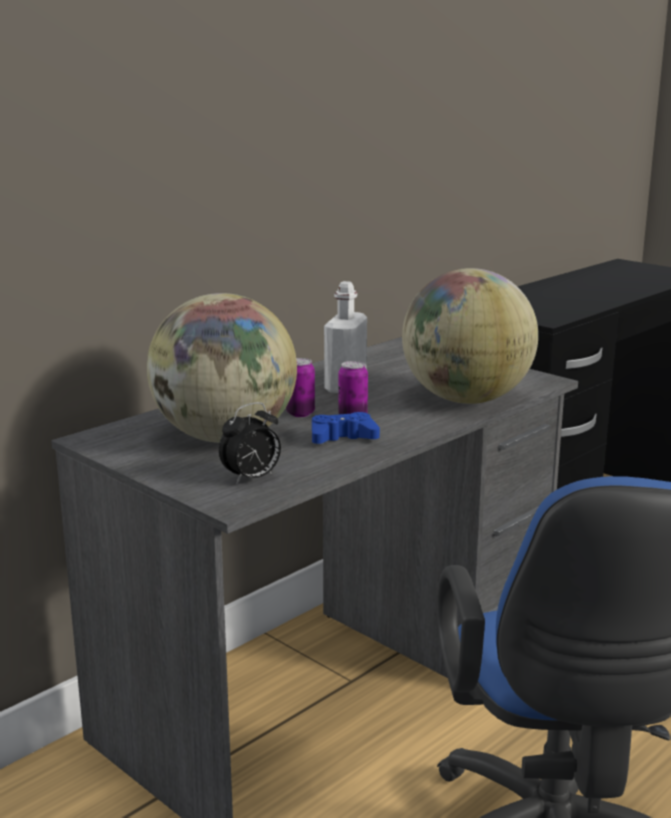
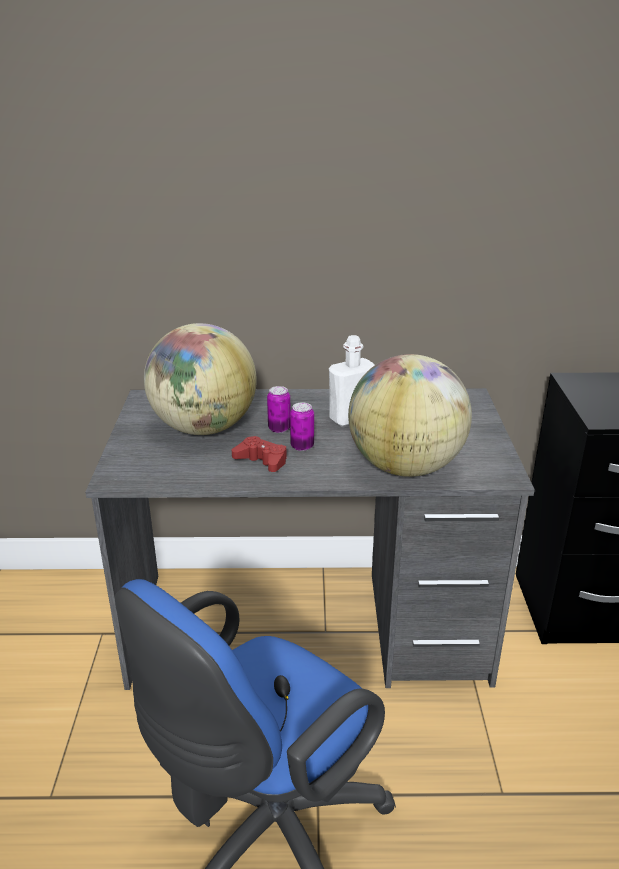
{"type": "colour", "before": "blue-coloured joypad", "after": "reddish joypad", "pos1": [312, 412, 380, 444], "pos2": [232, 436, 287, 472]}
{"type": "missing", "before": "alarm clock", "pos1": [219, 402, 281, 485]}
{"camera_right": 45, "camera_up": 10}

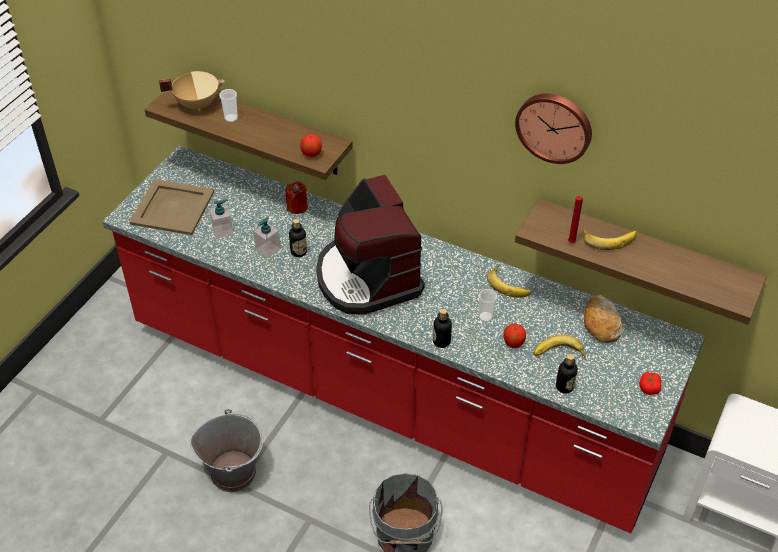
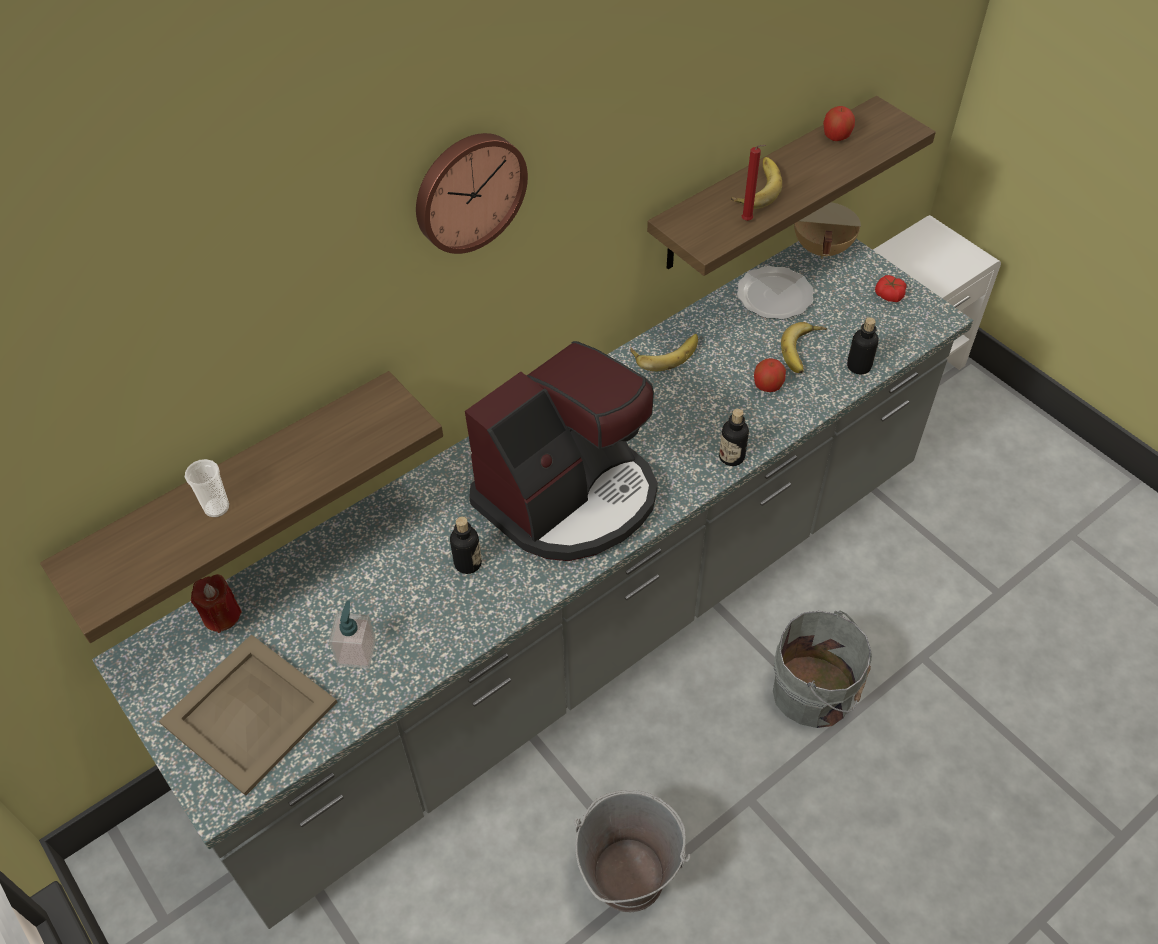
{"type": "colour", "before": "reddish counter", "after": "grey counter", "pos1": [102, 146, 706, 533], "pos2": [92, 239, 973, 929]}
{"type": "relocated", "before": "reddish wax candle", "pos1": [285, 181, 308, 214], "pos2": [191, 574, 242, 633]}
{"type": "relocated", "before": "clock on the wall", "pos1": [515, 94, 592, 164], "pos2": [416, 133, 528, 254]}
{"type": "spun", "before": "coffee machine", "pos1": [316, 175, 425, 315], "pos2": [465, 341, 658, 561], "turn": -45}
{"type": "exchanged", "before": "bread", "after": "flat dish", "pos1": [584, 295, 623, 343], "pos2": [737, 266, 814, 320]}
{"type": "relocated", "before": "beige-coloured cooking pot", "pos1": [159, 71, 224, 111], "pos2": [794, 202, 861, 259]}
{"type": "relocated", "before": "whole apple", "pos1": [300, 134, 322, 157], "pos2": [823, 106, 855, 141]}
{"type": "missing", "before": "liquid soap bottle", "pos1": [253, 218, 281, 259]}
{"type": "missing", "before": "small cup", "pos1": [479, 289, 497, 322]}
{"camera_right": -65, "camera_up": 5}

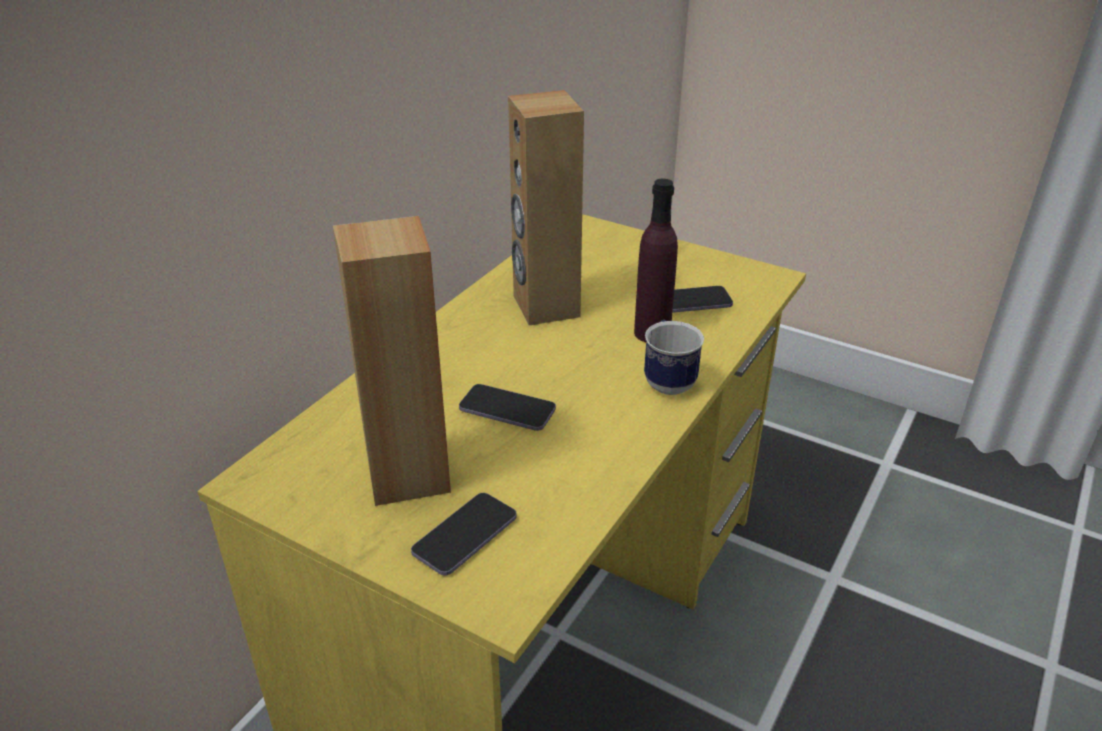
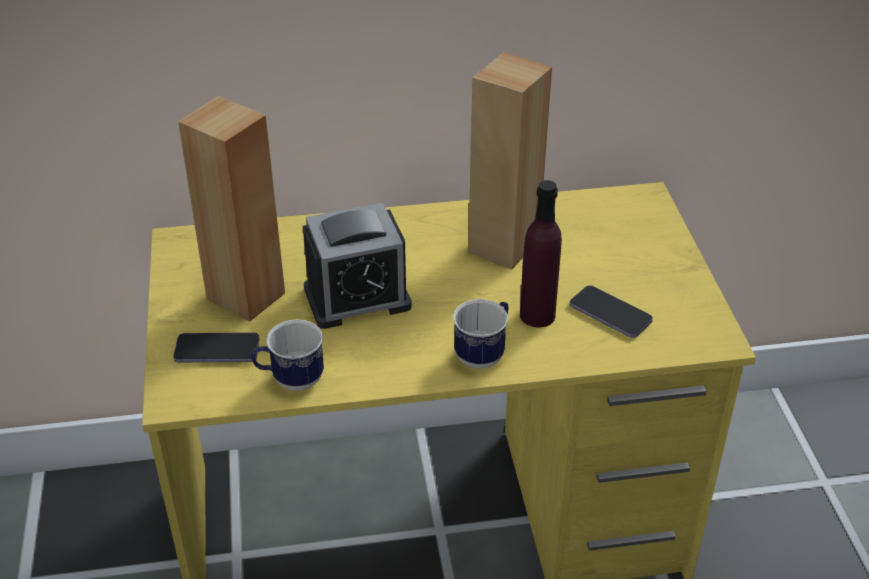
{"type": "appeared", "after": "tea mug", "pos2": [251, 319, 324, 391]}
{"type": "exchanged", "before": "handset", "after": "alarm clock", "pos1": [459, 384, 556, 431], "pos2": [303, 203, 412, 329]}
{"camera_right": 50, "camera_up": 5}

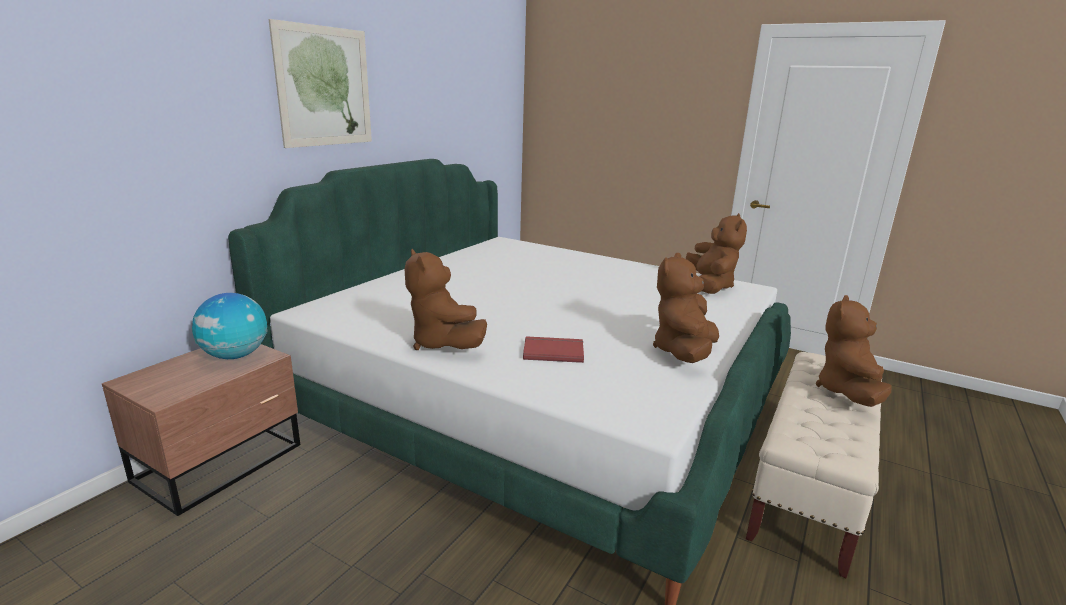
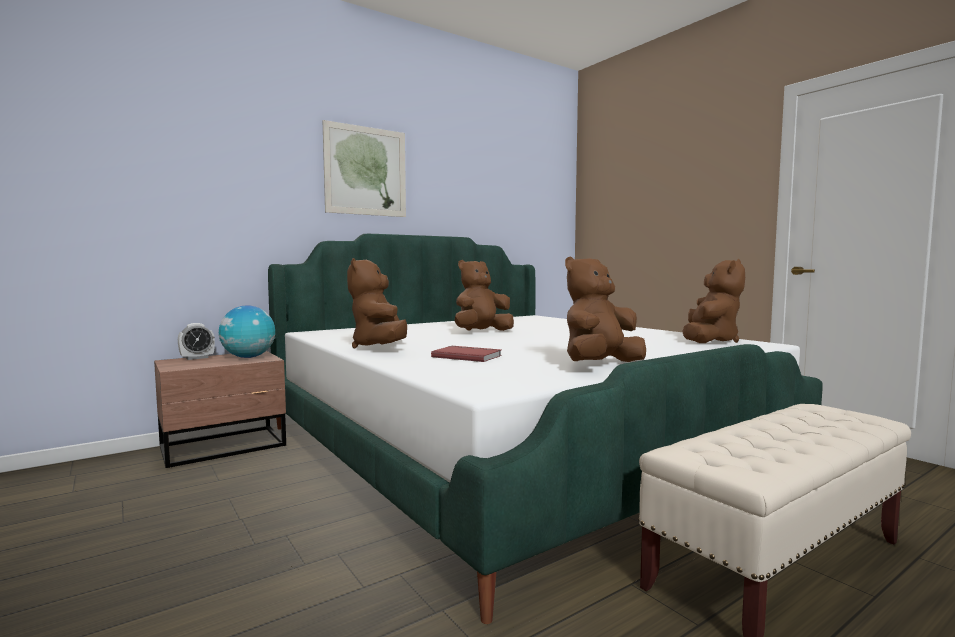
{"type": "appeared", "after": "alarm clock", "pos2": [178, 323, 215, 360]}
{"type": "relocated", "before": "brown soft toy", "pos1": [815, 295, 892, 407], "pos2": [455, 260, 514, 331]}
{"camera_right": 25, "camera_up": -15}

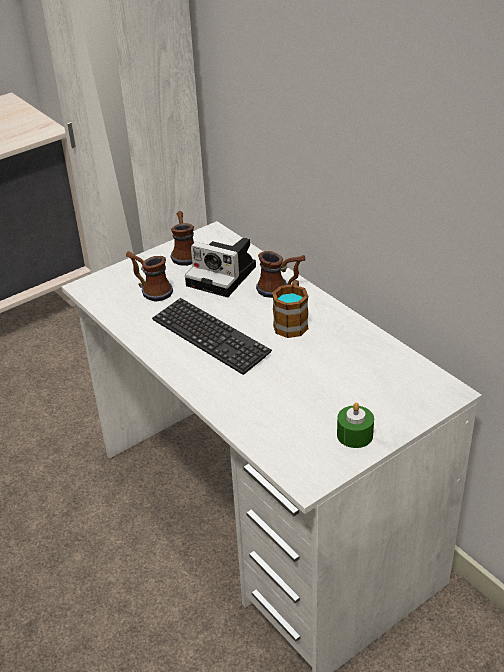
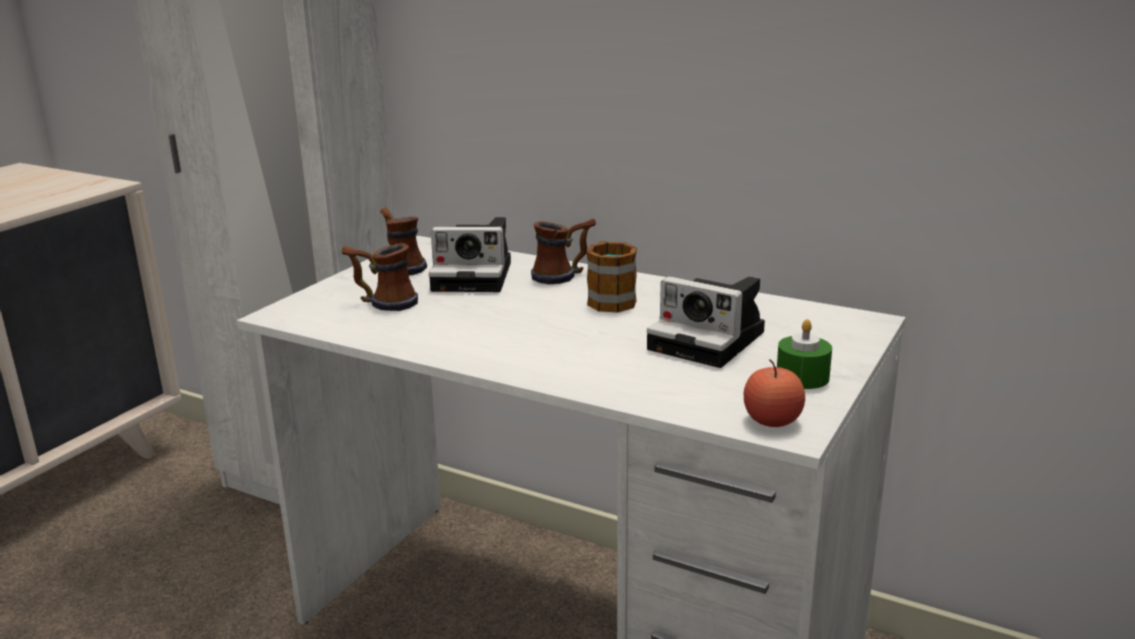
{"type": "appeared", "after": "still camera", "pos2": [647, 276, 765, 368]}
{"type": "appeared", "after": "whole apple", "pos2": [744, 360, 805, 427]}
{"type": "missing", "before": "keyboard", "pos1": [152, 298, 272, 375]}
{"camera_right": -25, "camera_up": -15}

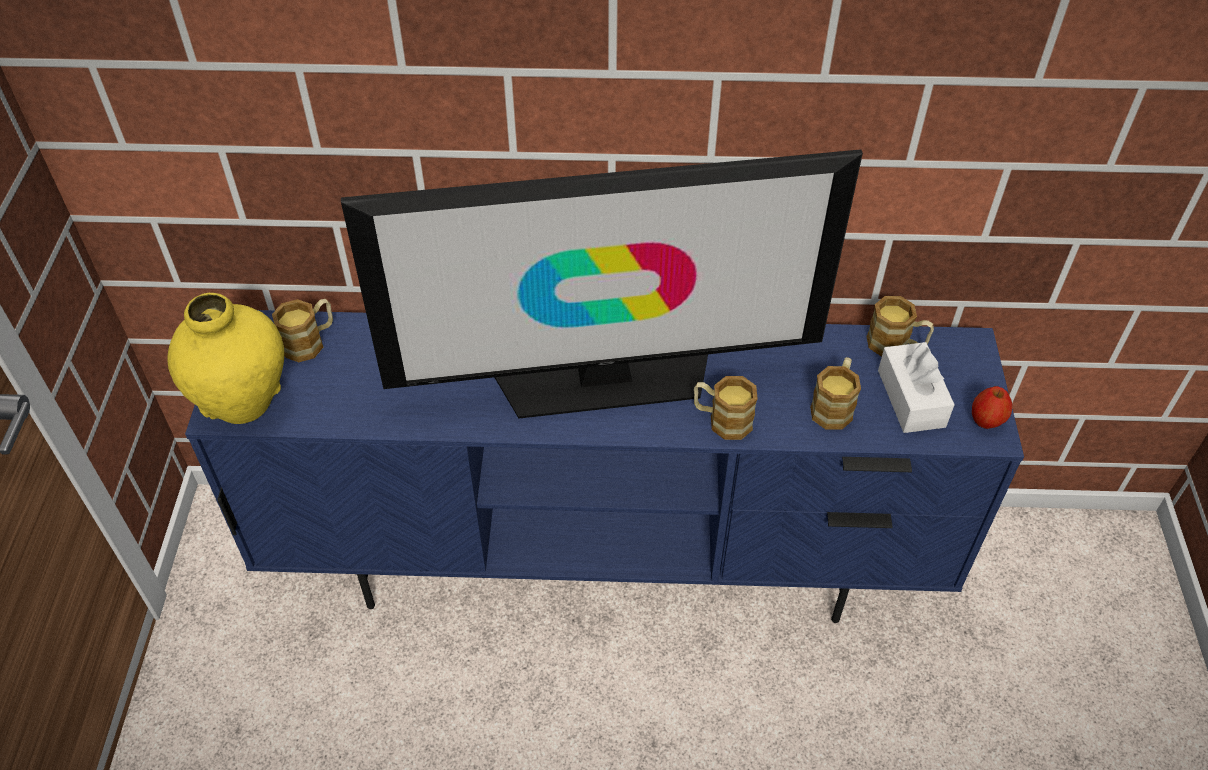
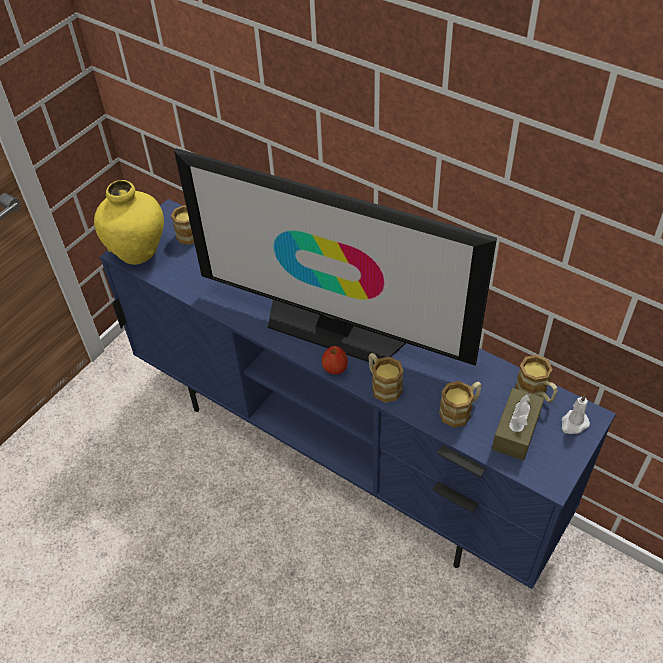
{"type": "relocated", "before": "whole apple", "pos1": [972, 386, 1012, 429], "pos2": [322, 346, 348, 374]}
{"type": "colour", "before": "whitish tissue holder", "after": "brown tissue holder", "pos1": [878, 342, 955, 433], "pos2": [492, 388, 544, 461]}
{"type": "appeared", "after": "whitish wax candle", "pos2": [561, 394, 590, 434]}
{"camera_right": 35, "camera_up": 0}

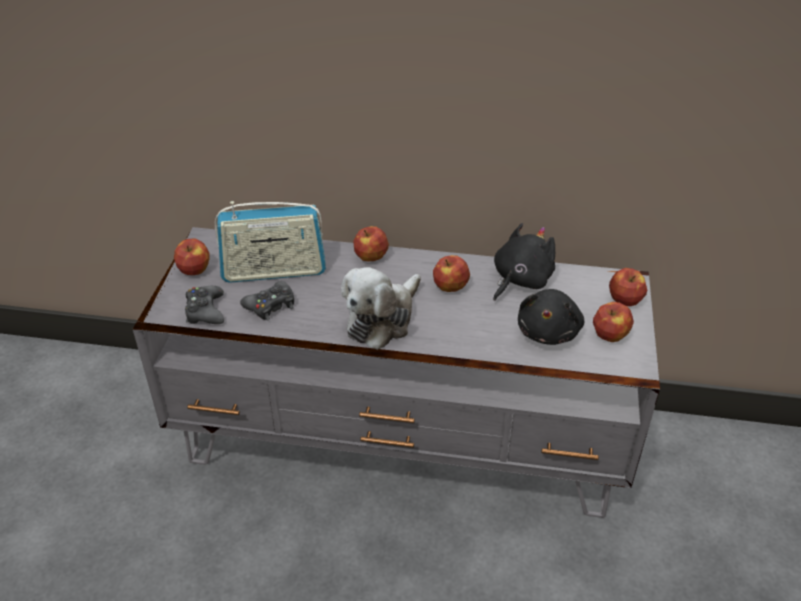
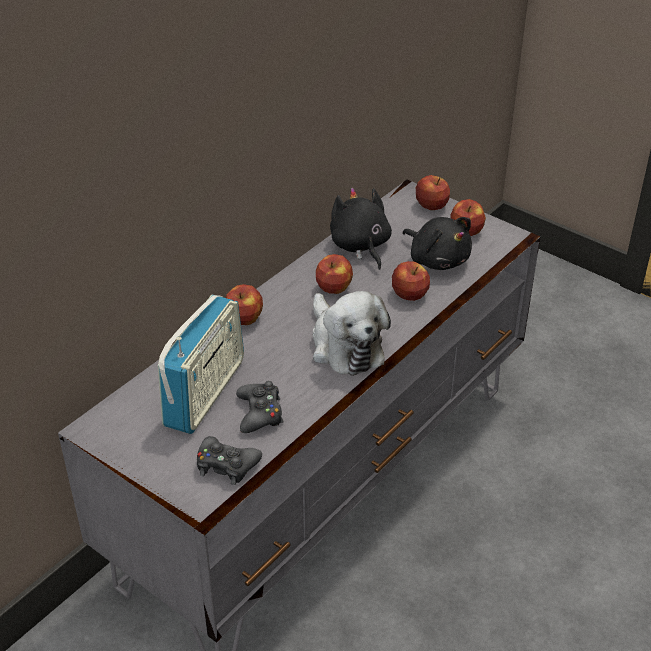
{"type": "relocated", "before": "whole apple", "pos1": [174, 238, 209, 275], "pos2": [392, 261, 430, 301]}
{"camera_right": -60, "camera_up": 0}

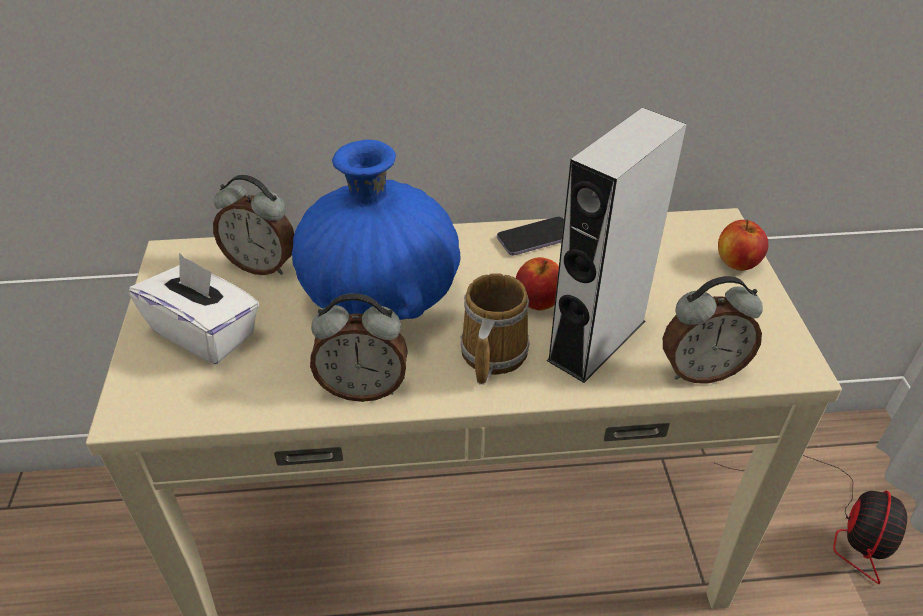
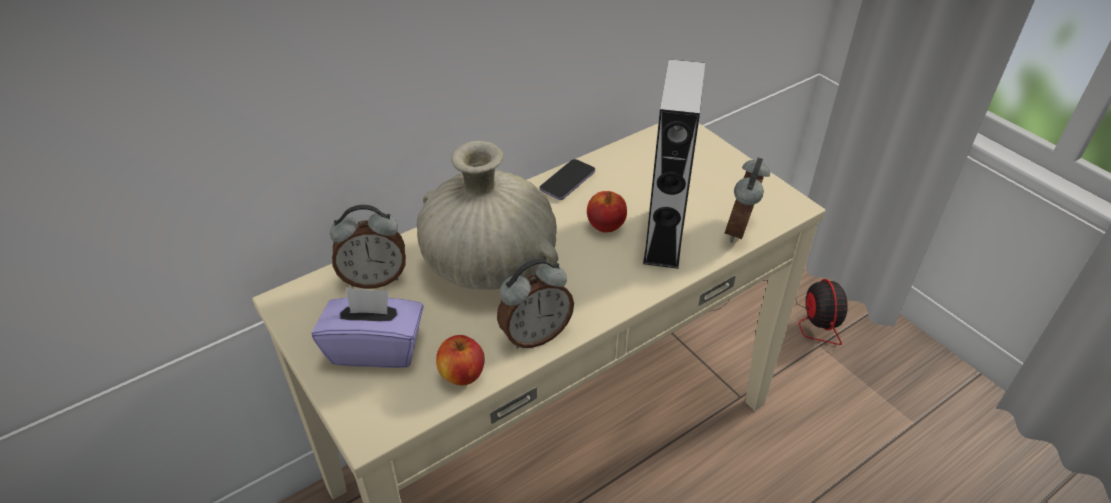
{"type": "colour", "before": "whitish tissue holder", "after": "purple-coloured tissue holder", "pos1": [129, 253, 259, 364], "pos2": [312, 287, 424, 368]}
{"type": "colour", "before": "blue-coloured decorative vase", "after": "beige-coloured decorative vase", "pos1": [292, 139, 460, 320], "pos2": [417, 141, 558, 290]}
{"type": "relocated", "before": "whole apple", "pos1": [718, 220, 768, 271], "pos2": [436, 335, 485, 385]}
{"type": "spun", "before": "alarm clock", "pos1": [663, 276, 763, 383], "pos2": [724, 158, 770, 243], "turn": 150}
{"type": "missing", "before": "tea mug", "pos1": [460, 273, 530, 385]}
{"camera_right": -30, "camera_up": 0}

